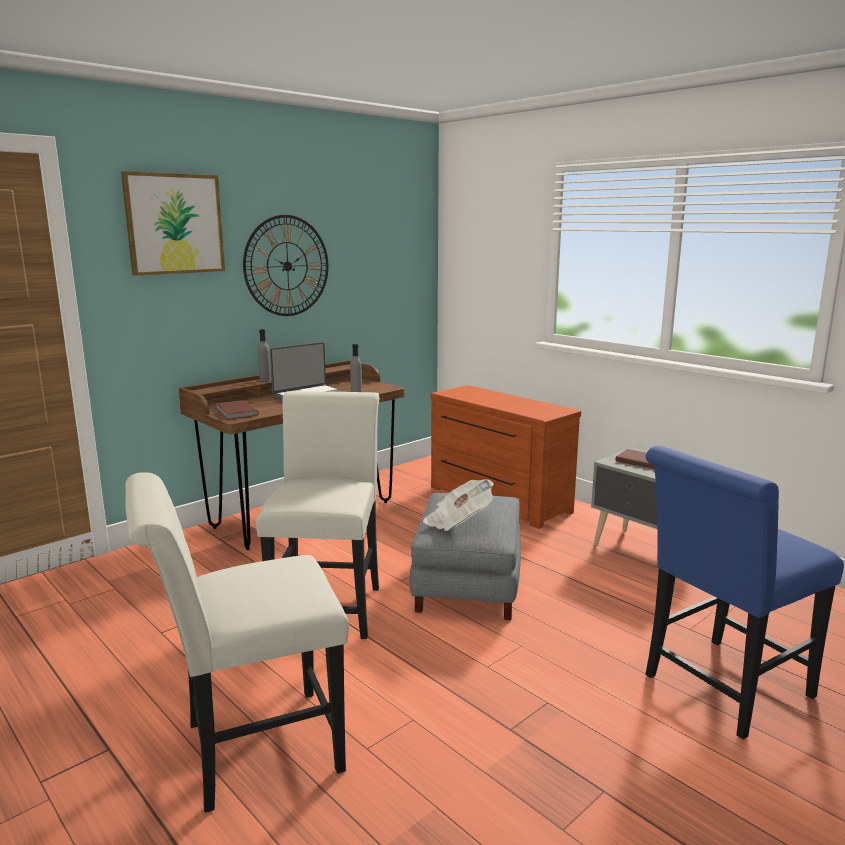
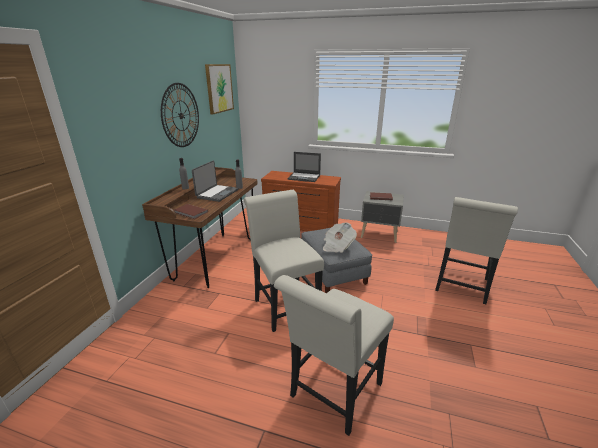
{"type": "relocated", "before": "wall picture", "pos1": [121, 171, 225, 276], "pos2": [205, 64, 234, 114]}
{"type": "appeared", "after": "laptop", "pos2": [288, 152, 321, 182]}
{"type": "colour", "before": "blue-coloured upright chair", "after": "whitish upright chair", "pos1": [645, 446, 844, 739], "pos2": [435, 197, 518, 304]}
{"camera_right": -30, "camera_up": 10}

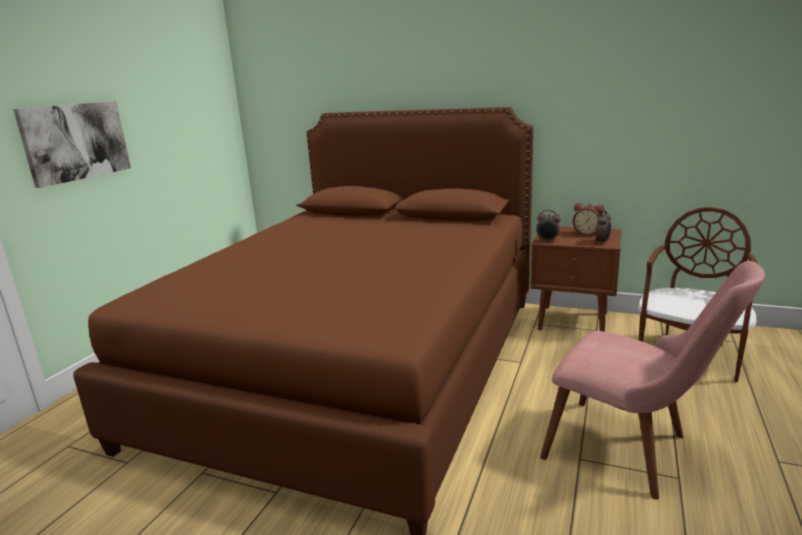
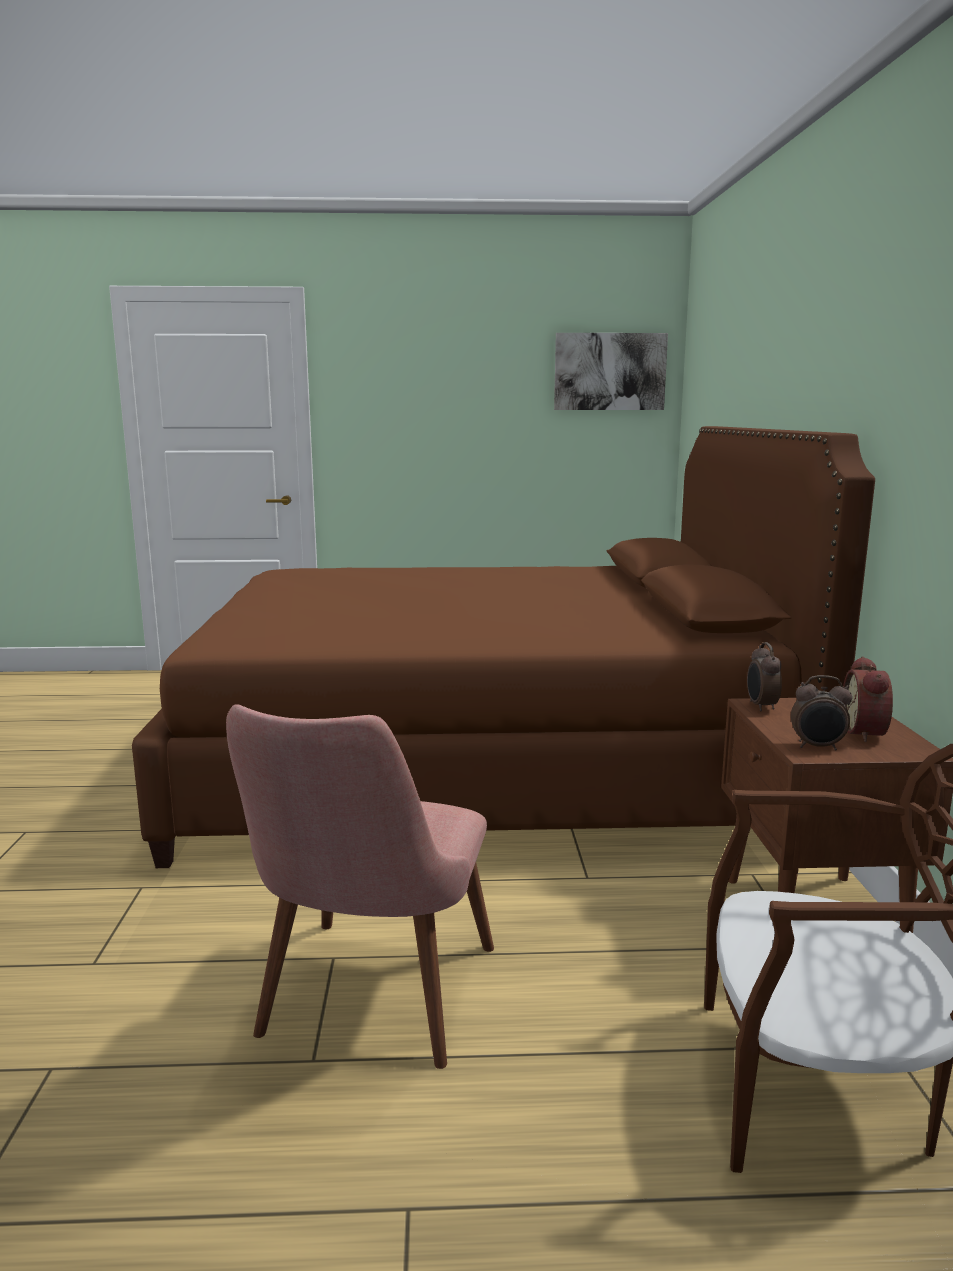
{"type": "relocated", "before": "wall picture", "pos1": [13, 101, 131, 188], "pos2": [554, 333, 668, 410]}
{"camera_right": 65, "camera_up": -5}

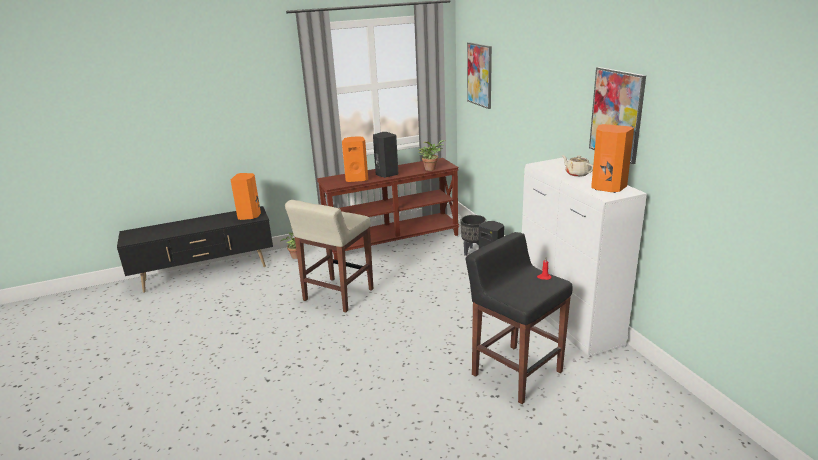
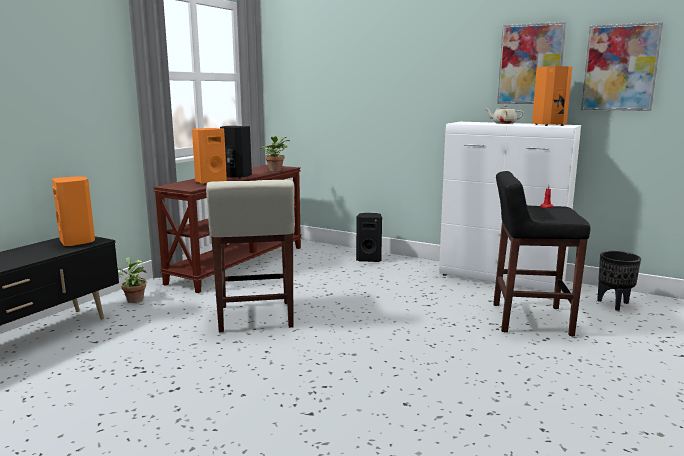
{"type": "relocated", "before": "wall picture", "pos1": [467, 42, 492, 109], "pos2": [581, 22, 663, 111]}
{"type": "relocated", "before": "blackish flower pot", "pos1": [460, 215, 486, 256], "pos2": [597, 251, 641, 311]}
{"camera_right": -40, "camera_up": -10}

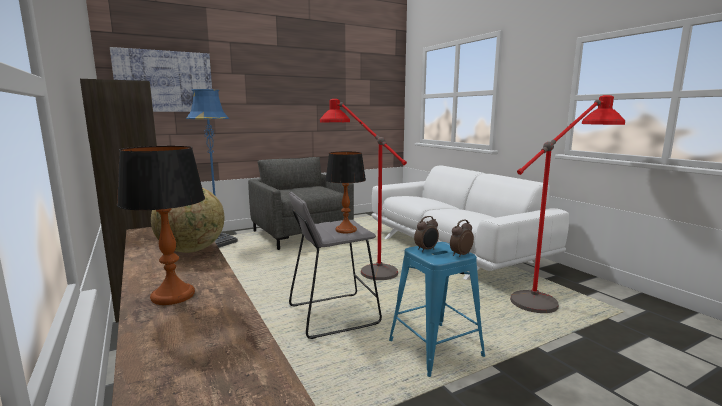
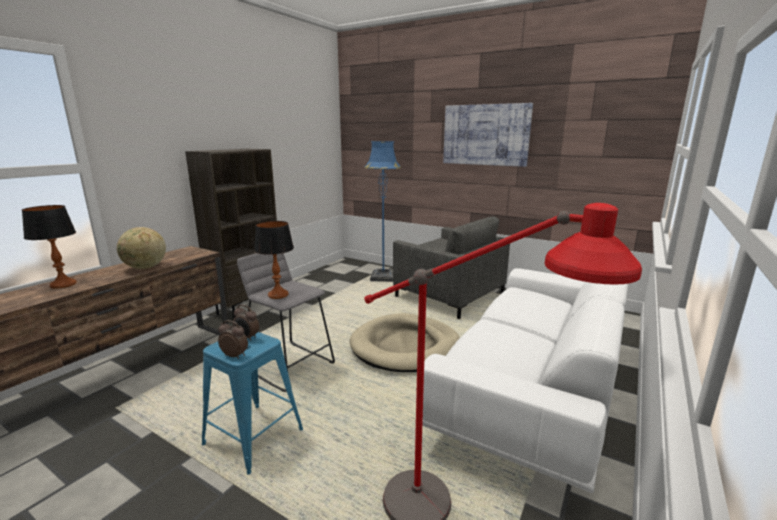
{"type": "exchanged", "before": "reddish floor lamp", "after": "beige-coloured dog cushion", "pos1": [320, 99, 407, 280], "pos2": [350, 313, 460, 372]}
{"type": "spun", "before": "grey easy chair", "pos1": [248, 157, 354, 250], "pos2": [393, 216, 510, 319], "turn": 105}
{"type": "relocated", "before": "wall picture", "pos1": [110, 47, 212, 112], "pos2": [443, 103, 533, 167]}
{"camera_right": 60, "camera_up": 5}

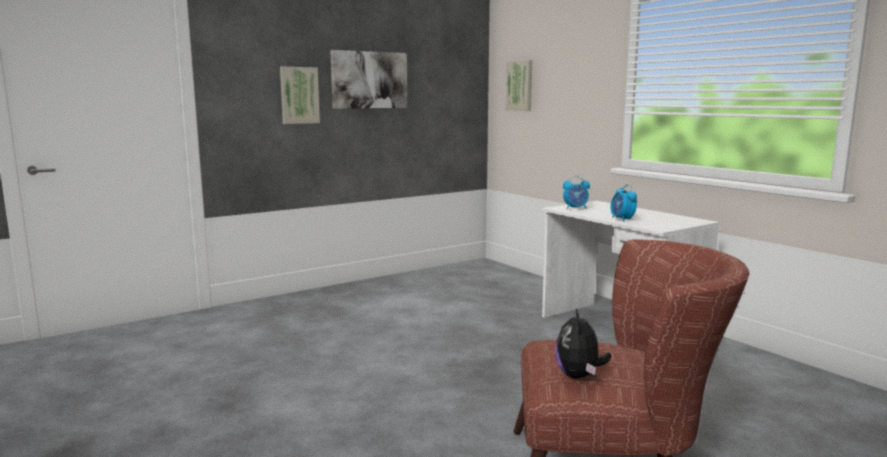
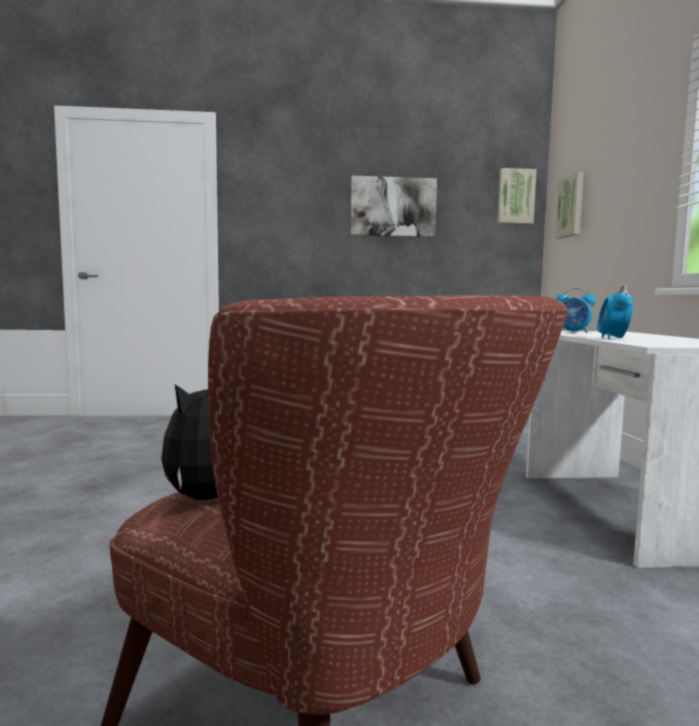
{"type": "relocated", "before": "wall picture", "pos1": [280, 67, 320, 124], "pos2": [497, 168, 537, 224]}
{"camera_right": 30, "camera_up": -5}

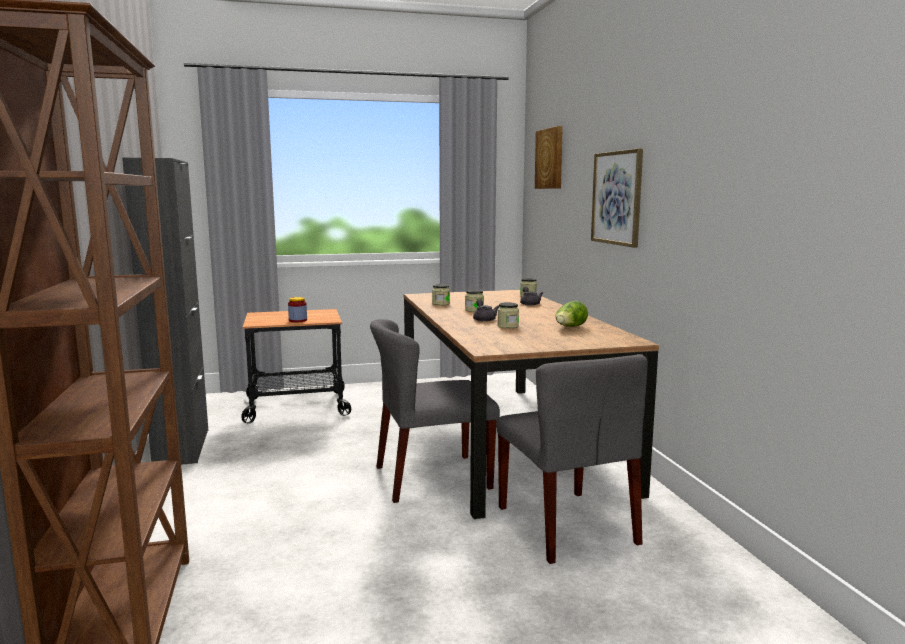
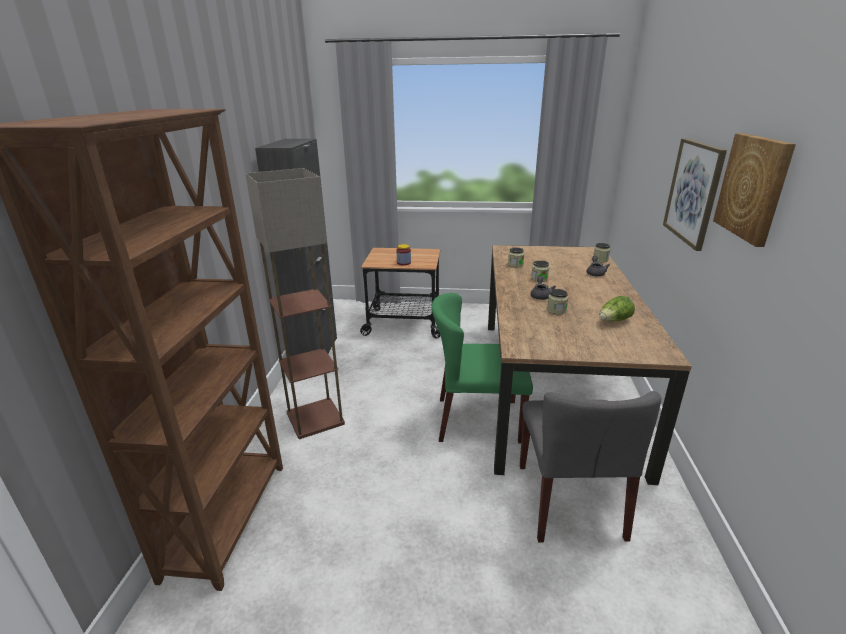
{"type": "appeared", "after": "floor lamp", "pos2": [246, 168, 345, 439]}
{"type": "colour", "before": "grey upright chair", "after": "green upright chair", "pos1": [370, 319, 500, 503], "pos2": [431, 293, 533, 443]}
{"type": "relocated", "before": "wall picture", "pos1": [535, 126, 563, 189], "pos2": [713, 133, 796, 247]}
{"camera_right": 20, "camera_up": 15}

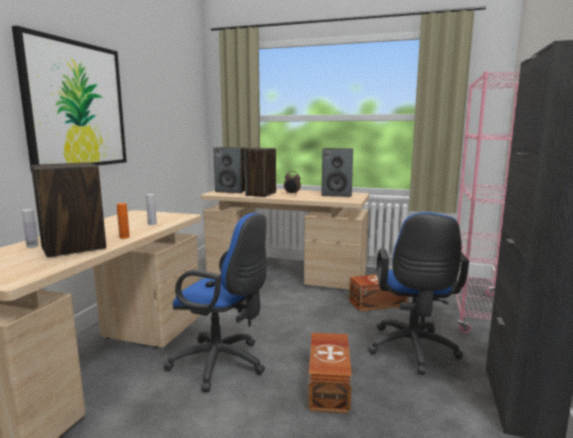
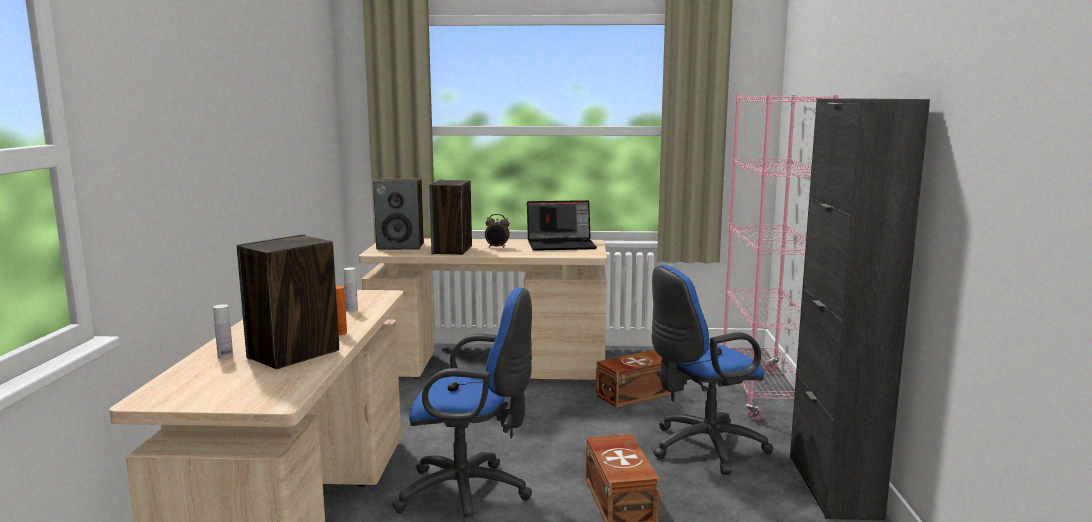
{"type": "exchanged", "before": "loudspeaker", "after": "laptop", "pos1": [322, 148, 353, 197], "pos2": [527, 200, 597, 251]}
{"type": "spun", "before": "blue-coloured computer chair", "pos1": [368, 212, 469, 375], "pos2": [652, 265, 773, 475], "turn": 75}
{"type": "missing", "before": "wall picture", "pos1": [12, 26, 127, 172]}
{"camera_right": -15, "camera_up": 0}

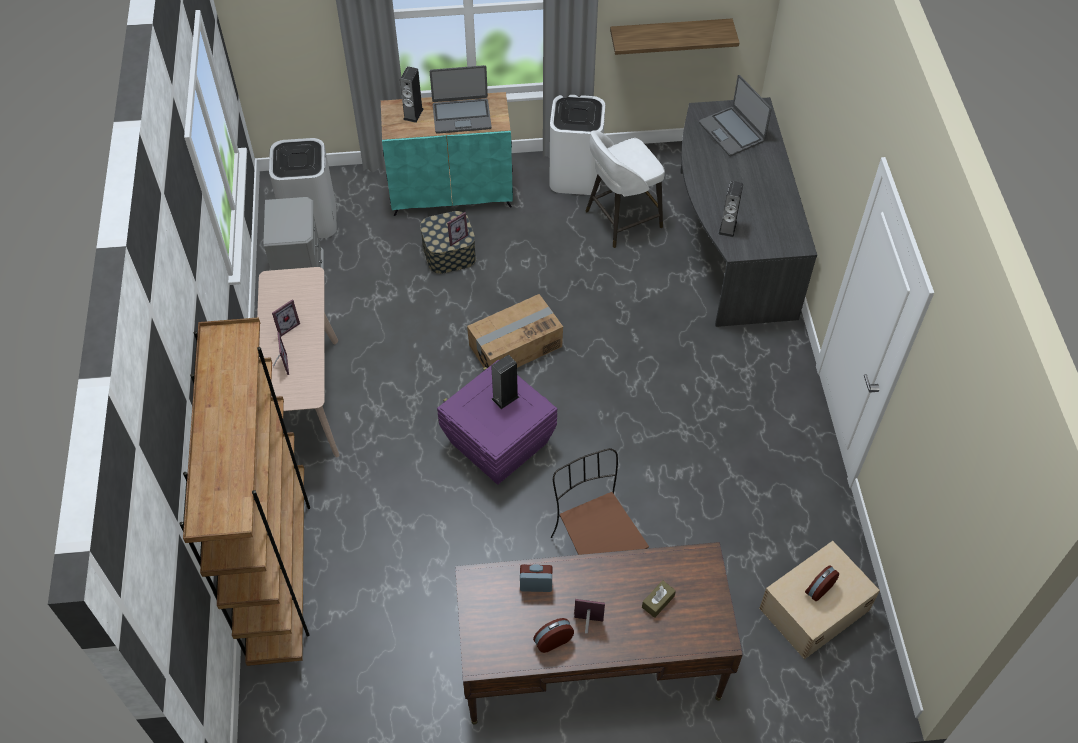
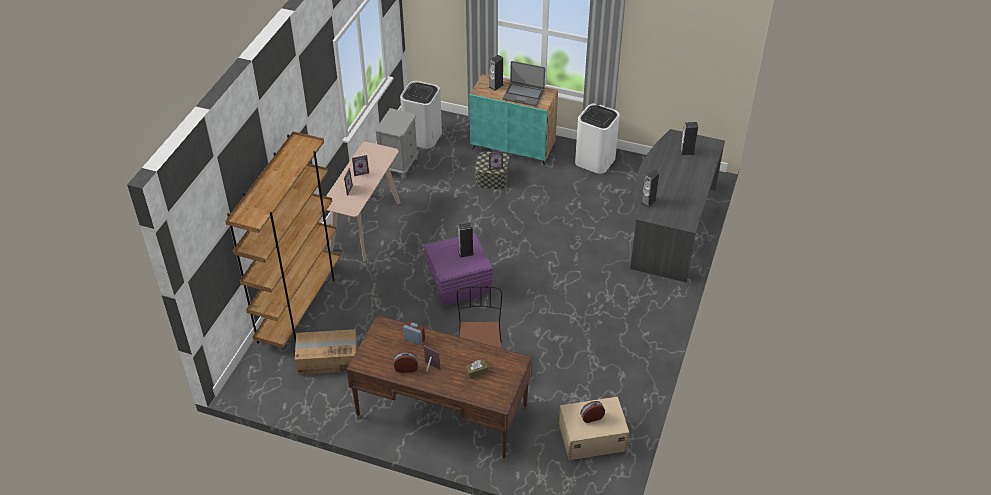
{"type": "relocated", "before": "packing box", "pos1": [467, 294, 563, 368], "pos2": [295, 329, 357, 375]}
{"type": "exchanged", "before": "laptop", "after": "loudspeaker", "pos1": [699, 75, 772, 156], "pos2": [679, 122, 698, 156]}
{"type": "missing", "before": "whitish stool", "pos1": [586, 130, 665, 248]}
{"type": "missing", "before": "shelf", "pos1": [610, 19, 740, 55]}
{"camera_right": 25, "camera_up": -10}

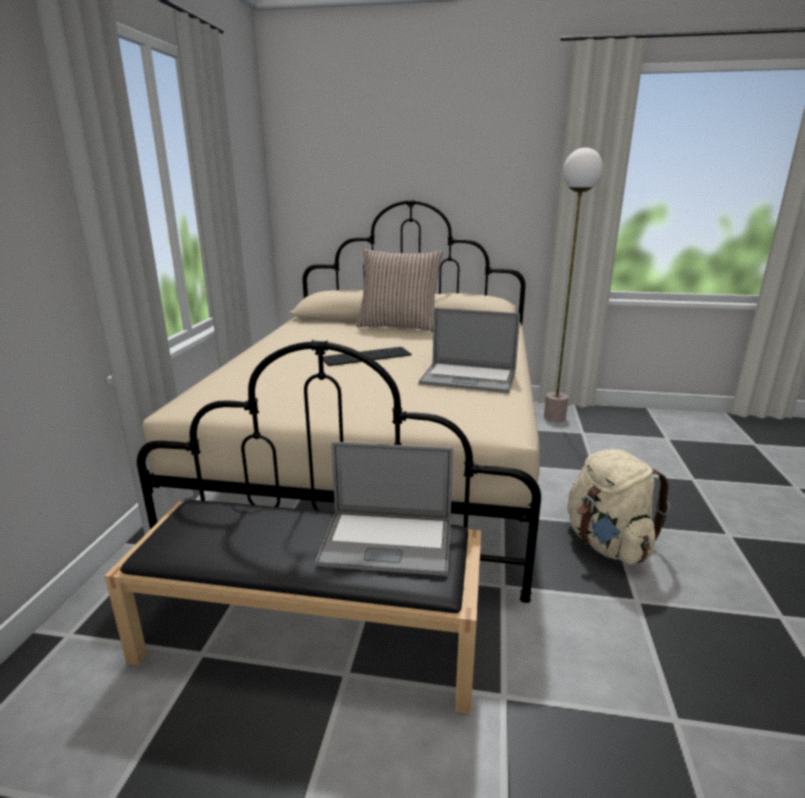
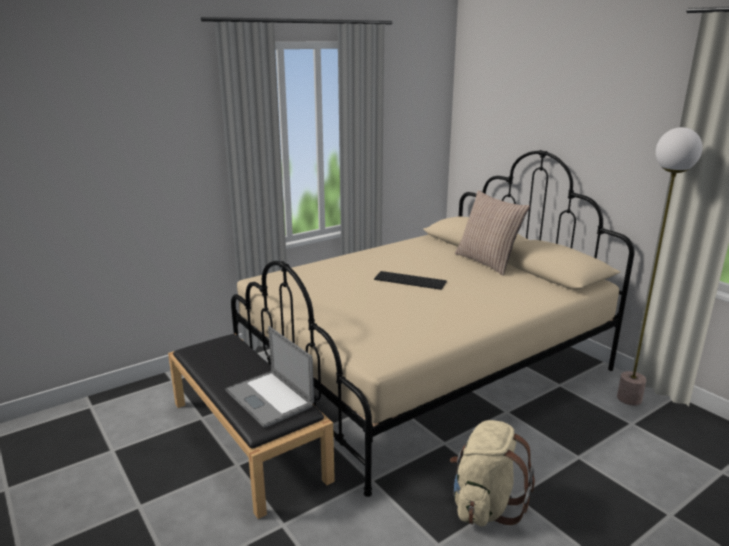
{"type": "missing", "before": "laptop", "pos1": [419, 308, 520, 393]}
{"camera_right": 45, "camera_up": 0}

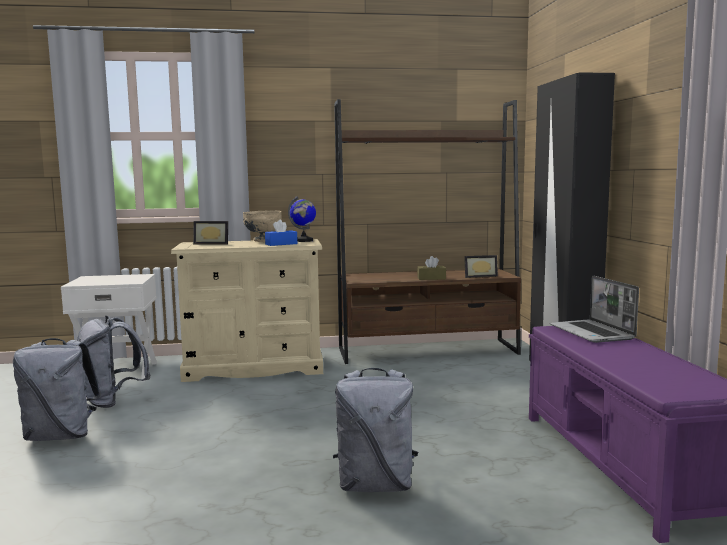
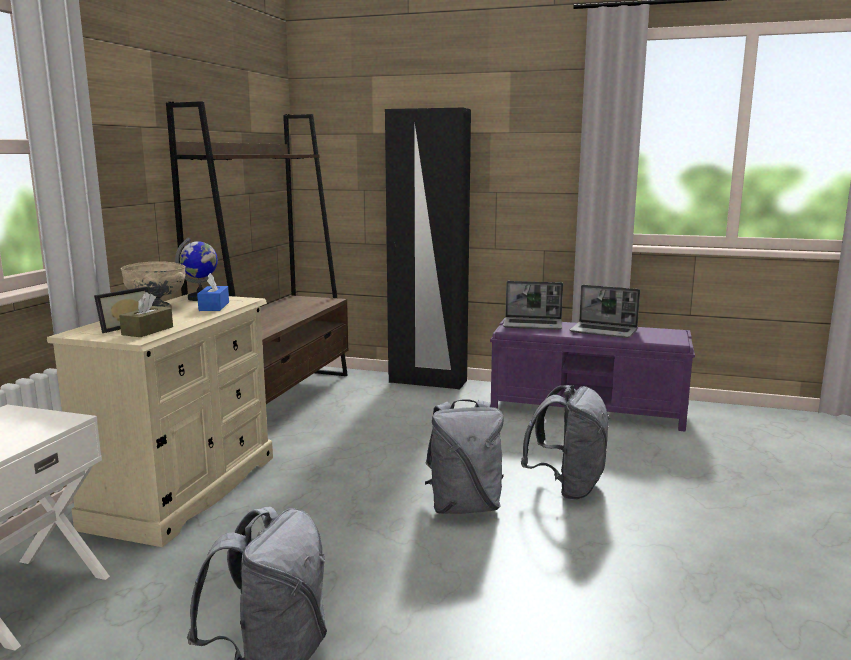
{"type": "relocated", "before": "brown tissue holder", "pos1": [417, 256, 446, 280], "pos2": [119, 292, 173, 337]}
{"type": "relocated", "before": "grey knapsack", "pos1": [77, 316, 150, 408], "pos2": [425, 399, 504, 514]}
{"type": "appeared", "after": "laptop", "pos2": [569, 285, 640, 338]}
{"type": "missing", "before": "picture frame", "pos1": [464, 255, 498, 278]}
{"camera_right": -65, "camera_up": 5}

